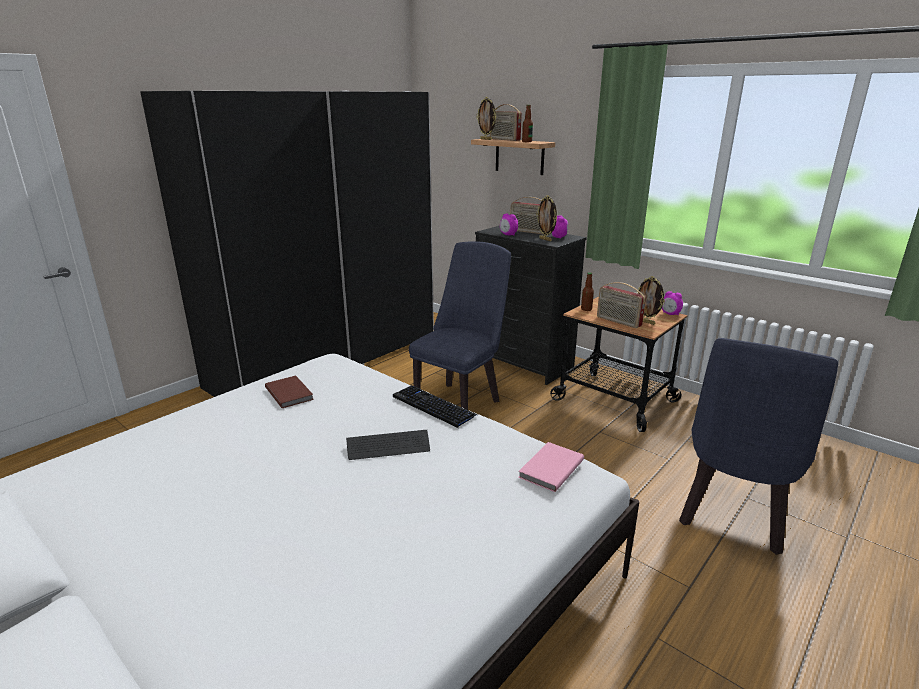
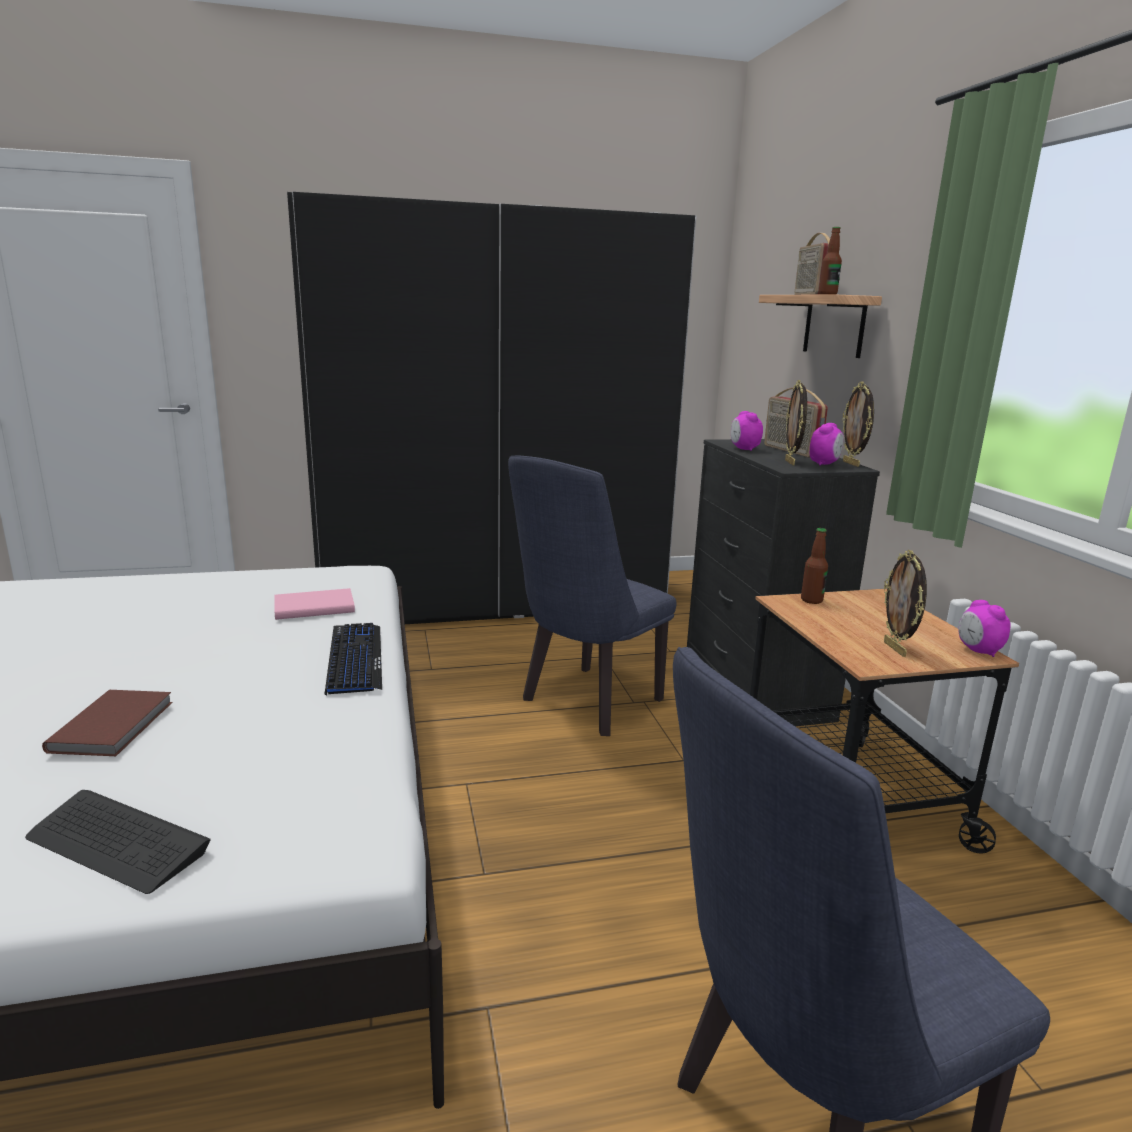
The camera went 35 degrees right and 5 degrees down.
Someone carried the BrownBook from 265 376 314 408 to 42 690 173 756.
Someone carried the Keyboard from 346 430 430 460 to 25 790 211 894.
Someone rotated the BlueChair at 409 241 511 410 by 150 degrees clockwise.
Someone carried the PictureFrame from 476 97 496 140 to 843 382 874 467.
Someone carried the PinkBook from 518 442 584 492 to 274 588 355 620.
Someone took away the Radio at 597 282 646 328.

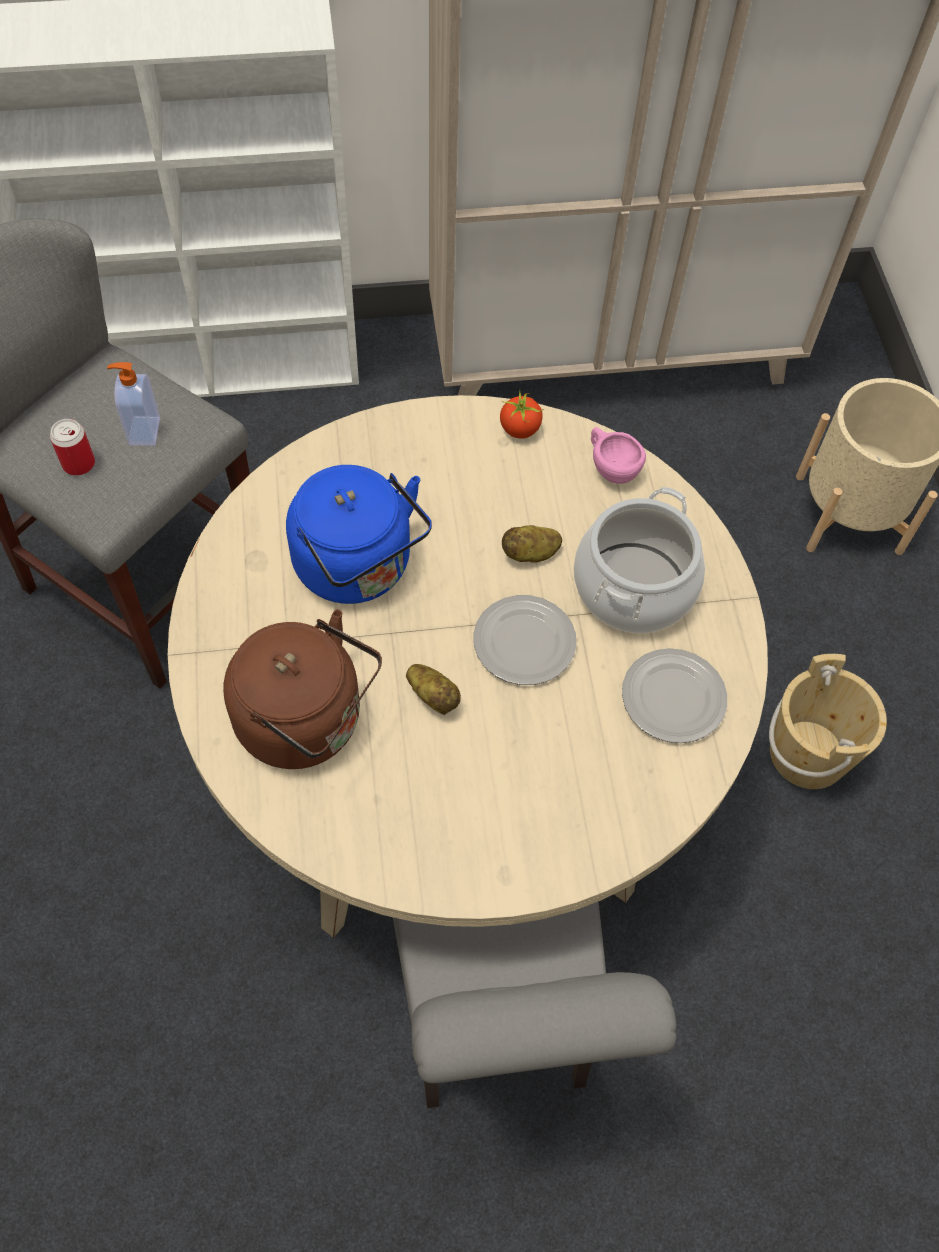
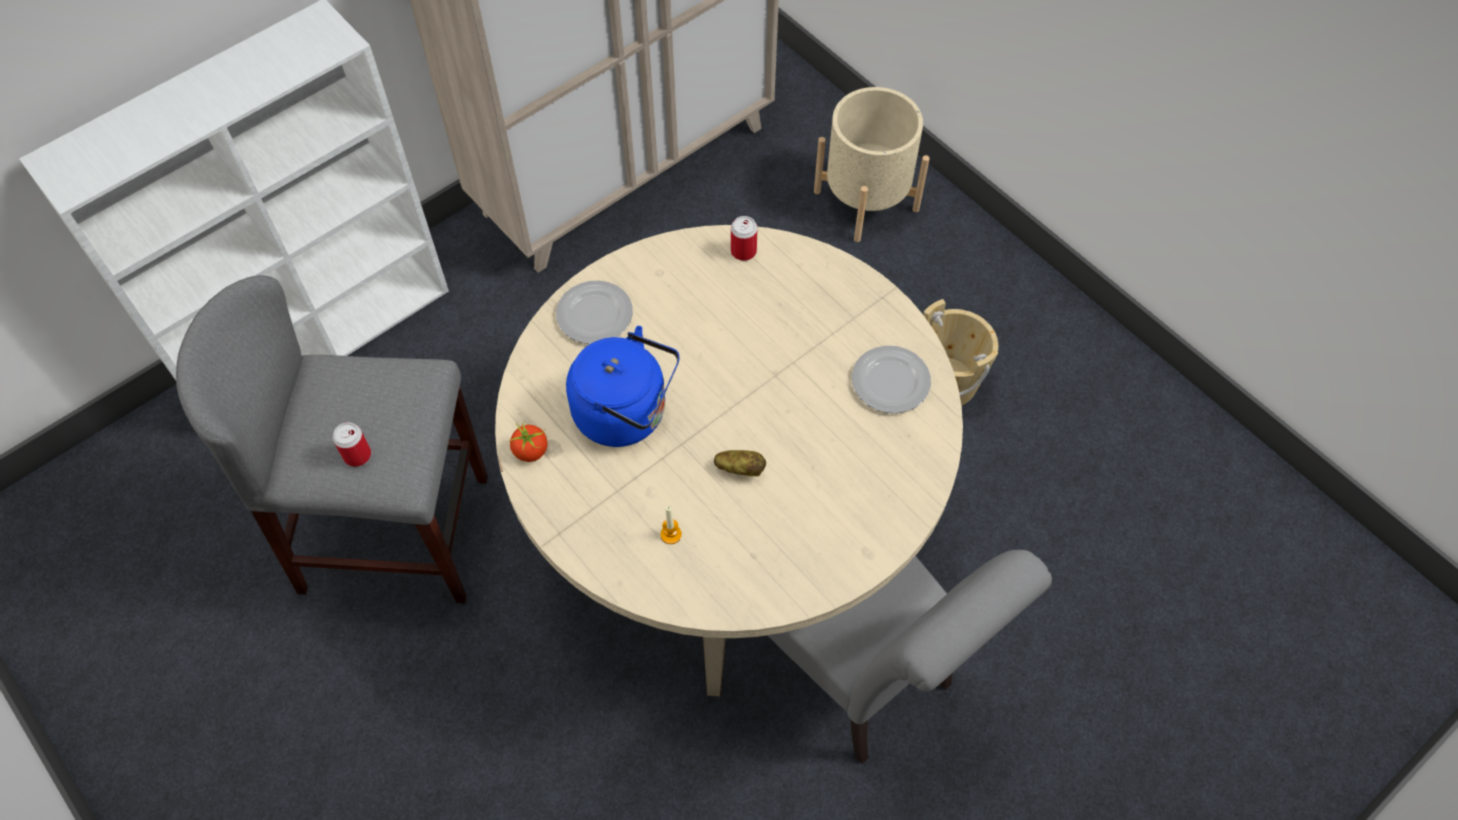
The camera went 30 degrees left and 0 degrees up.
Someone took away the SoapDispenser at 107 362 160 446.
Someone swapped the BrownKettle at 223 609 382 769 for the Candle at 661 506 682 544.
Someone carried the Plate from 473 595 577 685 to 556 280 633 344.
Someone carried the Tomato from 500 389 544 439 to 509 421 547 462.
Someone took away the Potato at 502 525 562 563.
Someone took away the CookingPot at 574 487 705 633.
Someone swapped the PinkCup at 591 427 646 484 for the Can at 731 216 758 261.

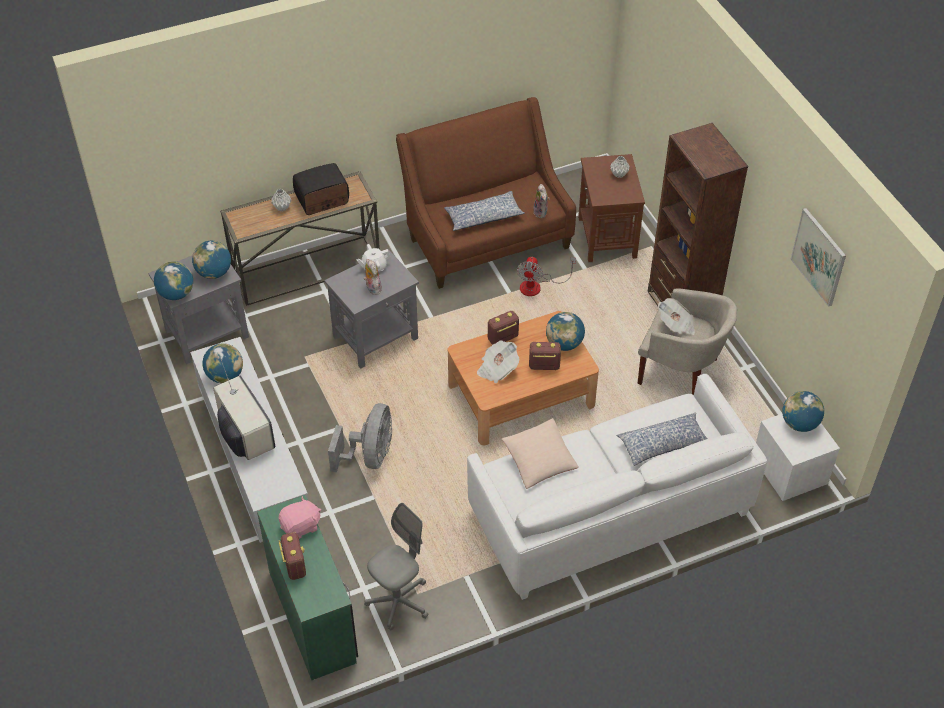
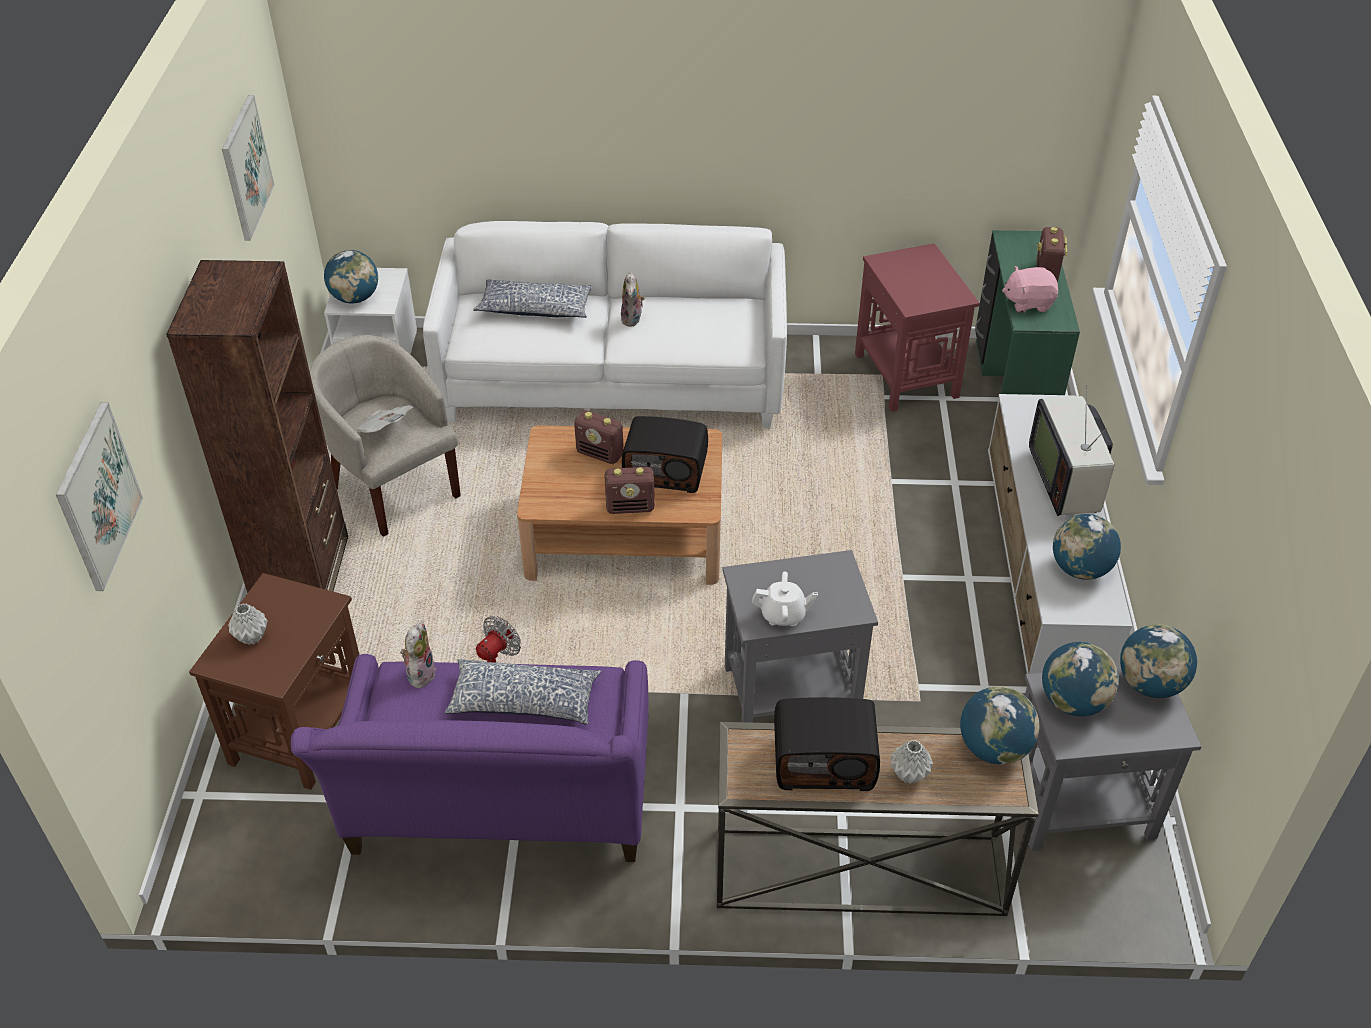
The camera went 155 degrees left and 5 degrees down.
Someone took away the GreyFan at 328 403 392 472.
Someone carried the PlushToy from 364 259 382 295 to 621 272 645 327.
Someone swapped the GreyOfficeChair at 364 503 429 630 for the RedSideTable at 855 243 980 412.
Someone repainted the BrownSofa at 396 97 576 289, which became the PurpleSofa at 291 654 649 862.
Someone swapped the Newspaper at 477 340 519 383 for the Radio at 622 416 708 493.
Someone took away the BeigePillow at 502 418 579 489.
Someone carried the Globe from 546 312 585 351 to 960 686 1039 765.
Someone put up the Picture at 56 402 143 591.

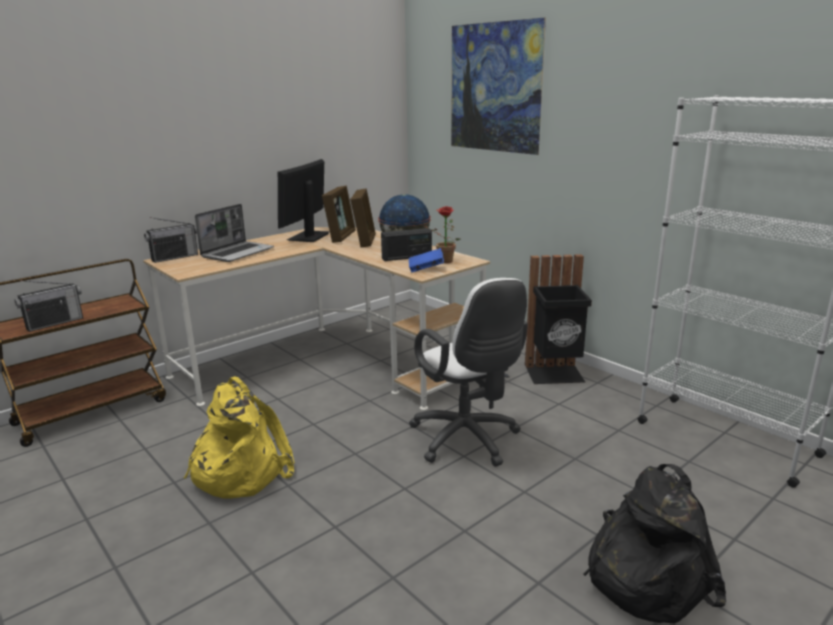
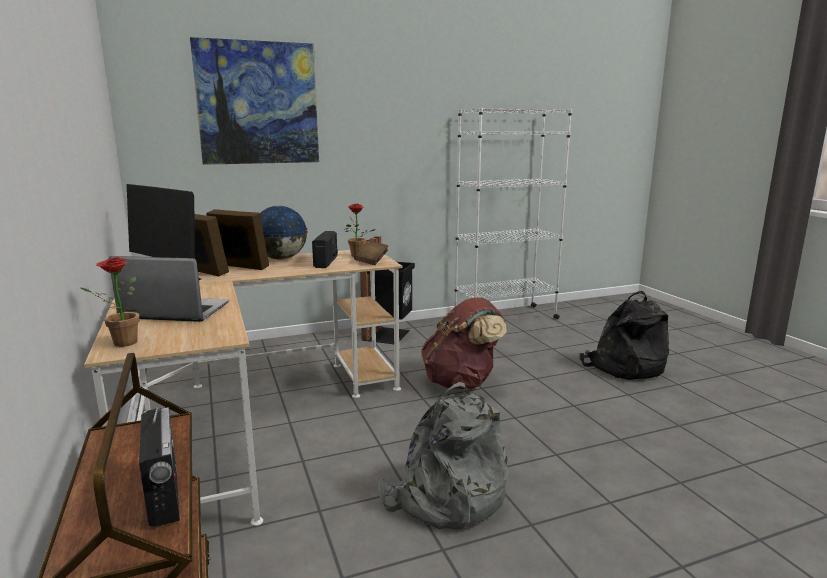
The camera went 70 degrees left and 5 degrees down.
Someone swapped the Radio at 144 217 198 263 for the PottedPlant at 79 257 139 347.
Someone repainted the YellowBackpack at 184 376 295 498, which became the GreyBackpack at 377 382 508 530.
Someone rotated the Laptop at 195 204 274 262 by 45 degrees counterclockwise.
Someone repainted the BlueBook at 409 248 444 272, which became the BrownBook at 354 241 389 265.
Someone swapped the WhiteOfficeChair at 409 278 528 467 for the BrownBackpack at 421 297 507 390.

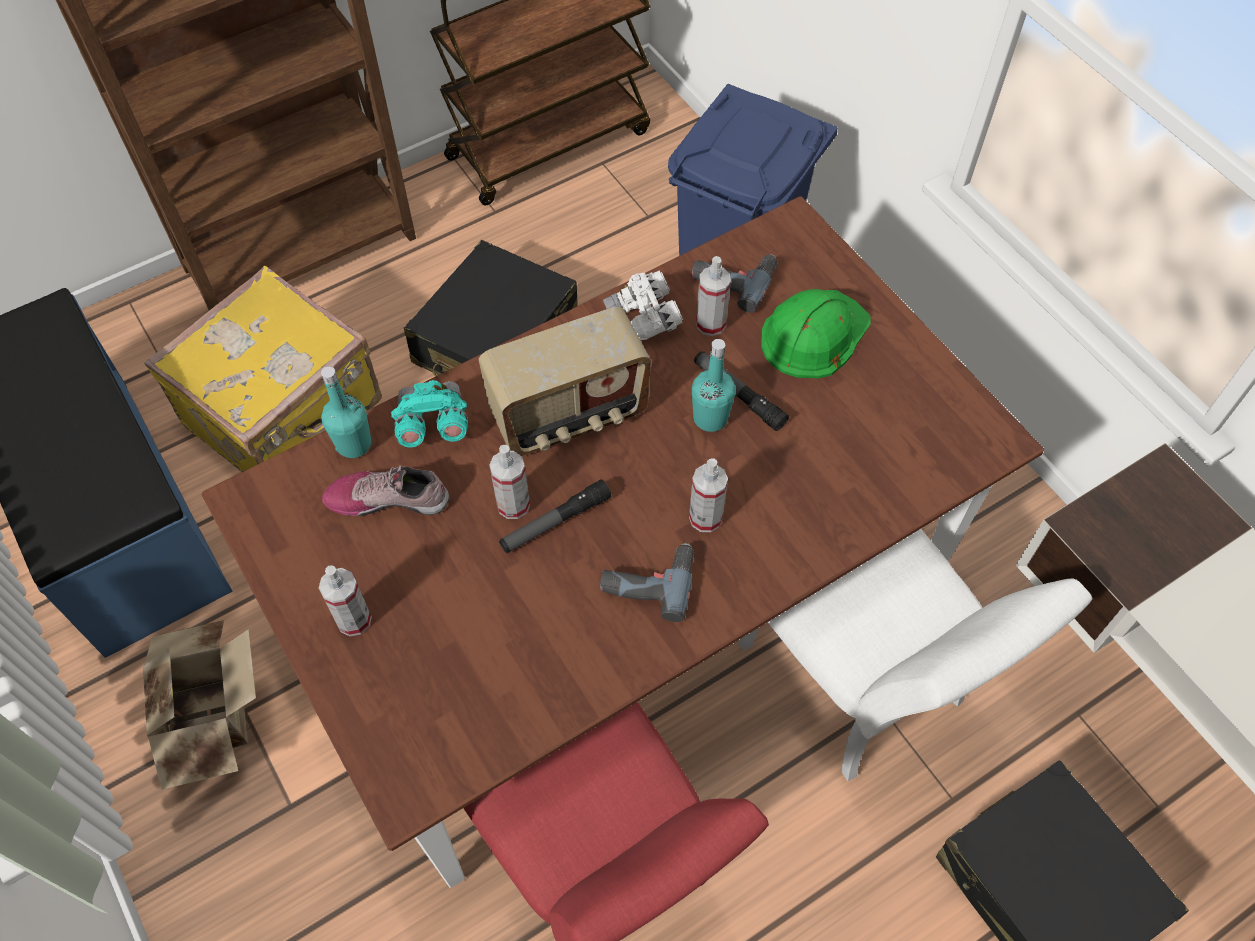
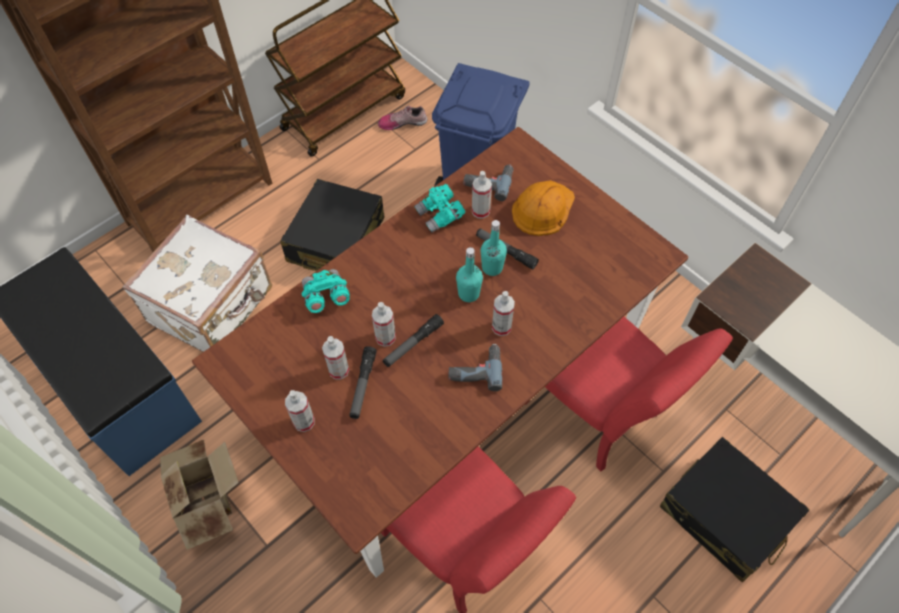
The camera went 10 degrees left and 0 degrees up.
Someone repainted the YellowSuitcase at 144 266 382 472, which became the WhiteSuitcase at 123 215 272 352.
Someone carried the TurquoiseBottle from 321 366 371 458 to 456 247 483 302.
Someone carried the Shoe from 322 465 449 516 to 378 105 428 130.
Someone took away the Radio at 478 307 651 456.
Someone repainted the WhiteBinoculars at 603 271 683 340, which became the TurquoiseBinoculars at 414 184 465 233.
Someone repainted the WhiteChair at 738 529 1092 781, which became the RedChair at 525 317 733 471.
Someone repainted the GreenHardHat at 761 289 871 378, which became the OrangeHardHat at 512 180 575 236.
Someone put down the SprayBottle at 322 336 349 380.
Someone put down the Flashlight at 349 346 377 419.

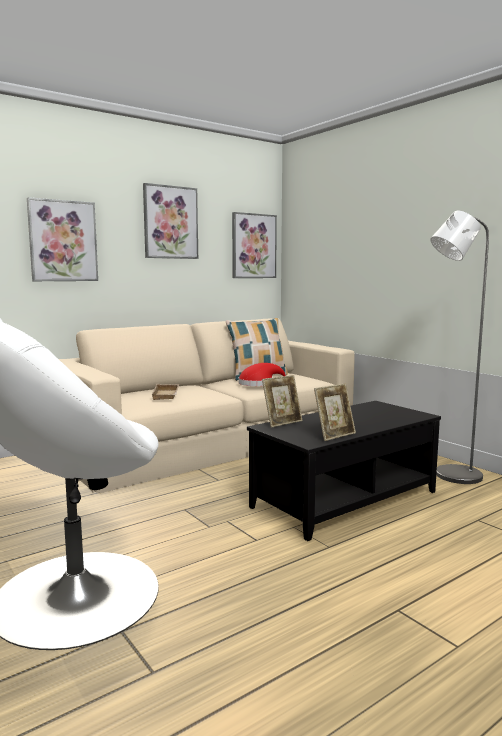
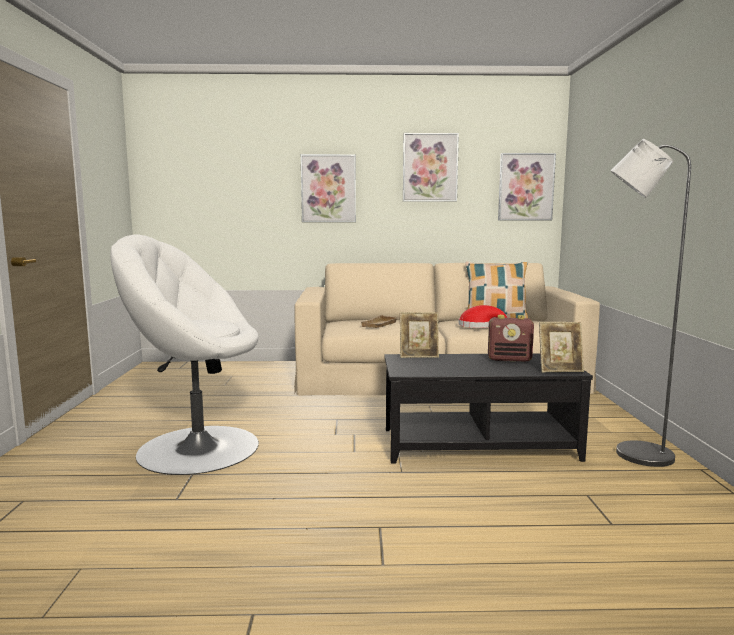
The camera went 35 degrees right and 0 degrees up.
Someone carried the PictureFrame from 314 383 356 441 to 539 322 584 372.
Someone put down the Radio at 488 315 534 362.

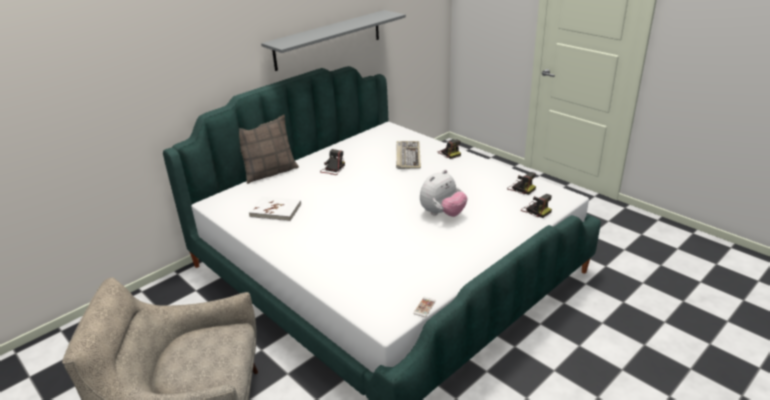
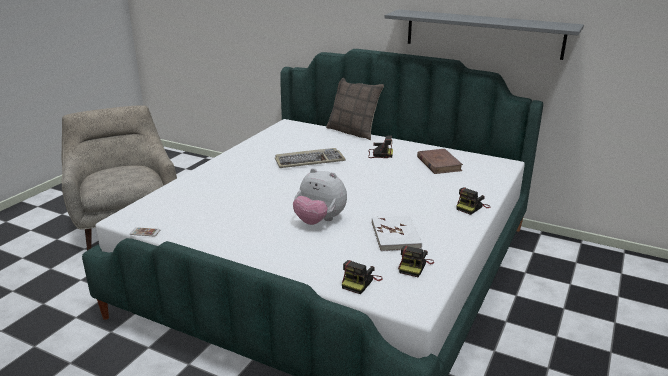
The camera went 70 degrees right and 5 degrees down.
Someone carried the WhiteBook from 249 196 301 221 to 372 215 422 251.
Someone carried the Keyboard from 396 141 421 169 to 275 148 346 168.
Someone put down the BrownBook at 417 149 463 174.

